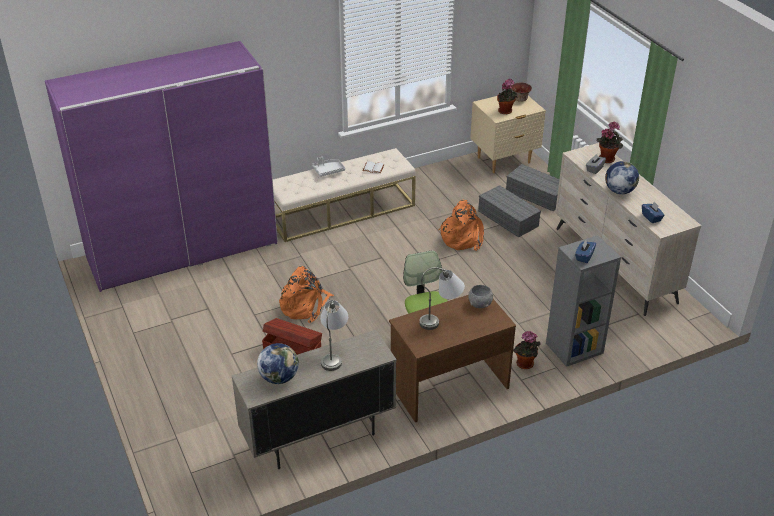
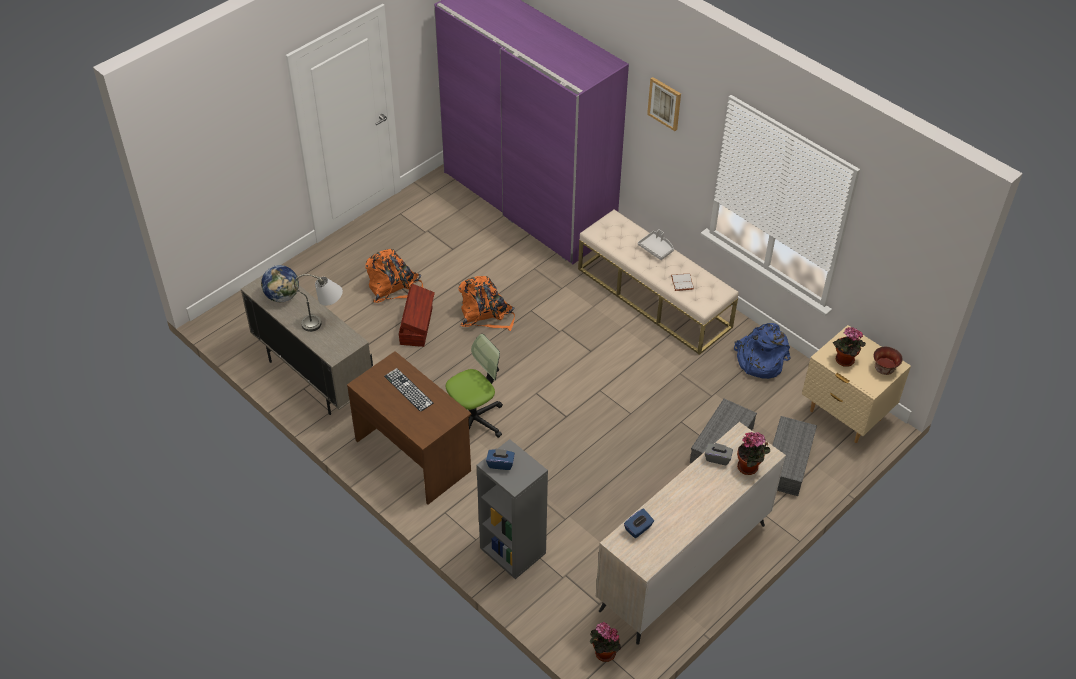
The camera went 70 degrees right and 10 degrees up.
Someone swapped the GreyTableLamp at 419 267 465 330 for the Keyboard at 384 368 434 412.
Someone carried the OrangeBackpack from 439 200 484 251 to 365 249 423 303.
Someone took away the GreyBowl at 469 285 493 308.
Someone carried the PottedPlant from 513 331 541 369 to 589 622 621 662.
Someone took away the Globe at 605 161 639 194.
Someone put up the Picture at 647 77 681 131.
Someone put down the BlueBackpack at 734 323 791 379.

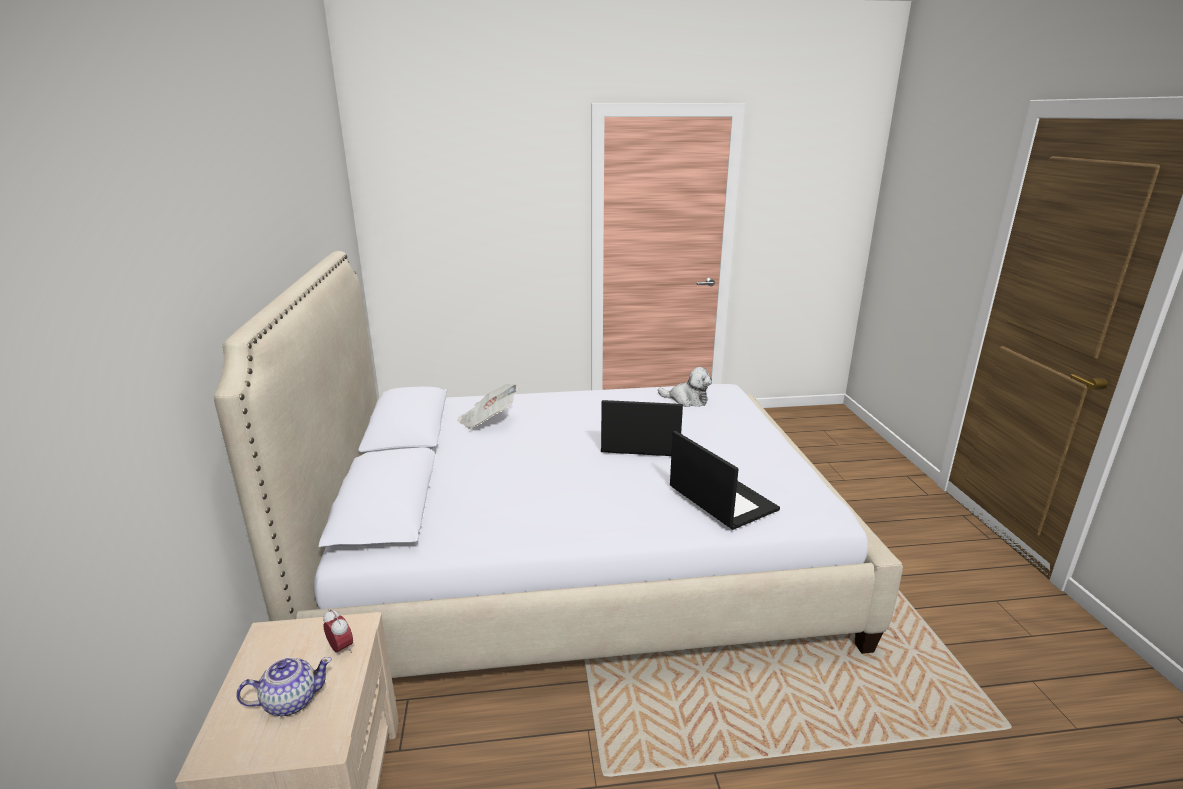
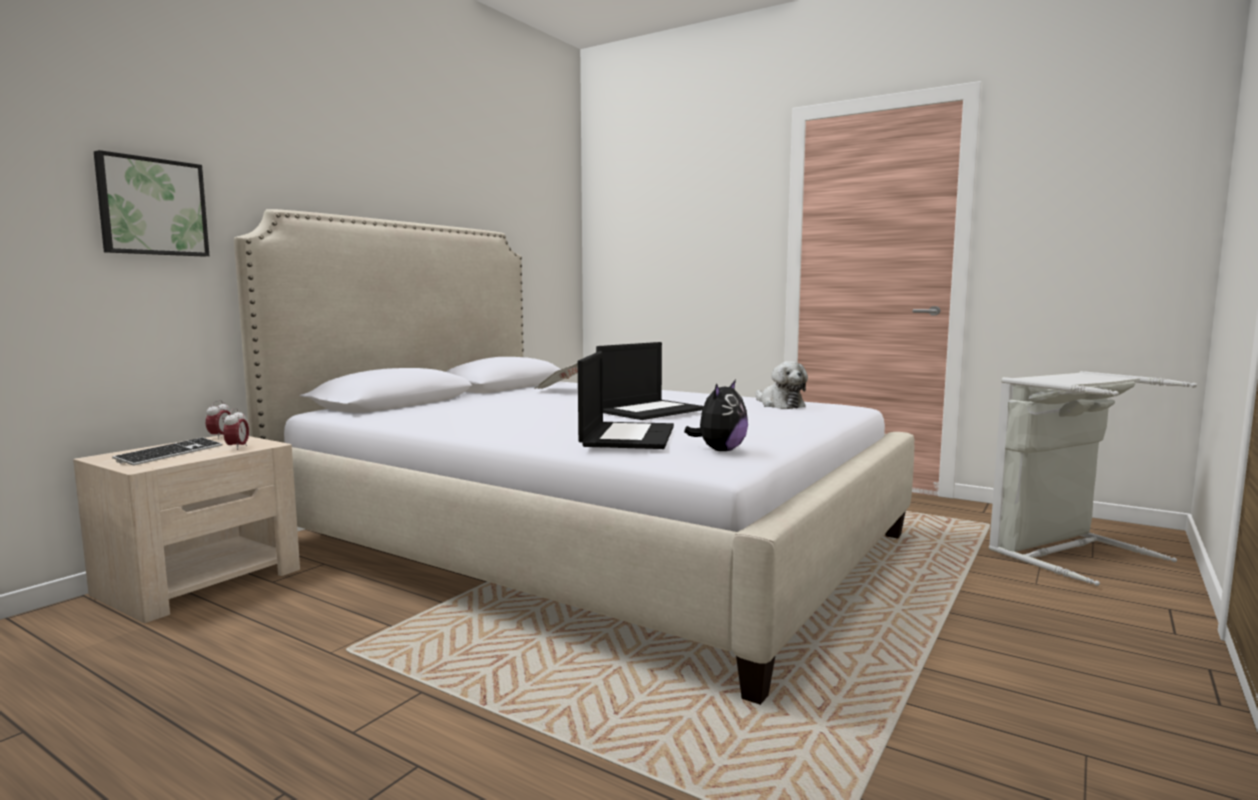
The camera went 40 degrees right and 15 degrees down.
Someone swapped the Teapot at 236 657 332 716 for the Keyboard at 112 438 222 466.
Someone rotated the Laptop at 601 400 683 456 by 90 degrees clockwise.
Someone put up the Picture at 94 150 209 257.
Someone put down the AlarmClock at 206 400 232 439.
Someone put down the PlushToy at 684 380 748 451.
Someone put down the GreyLaundryBasket at 989 371 1197 586.

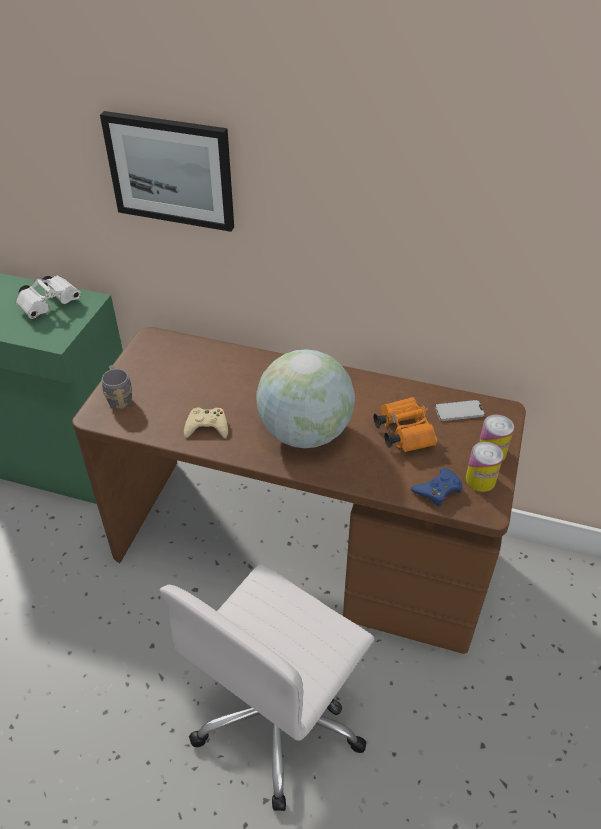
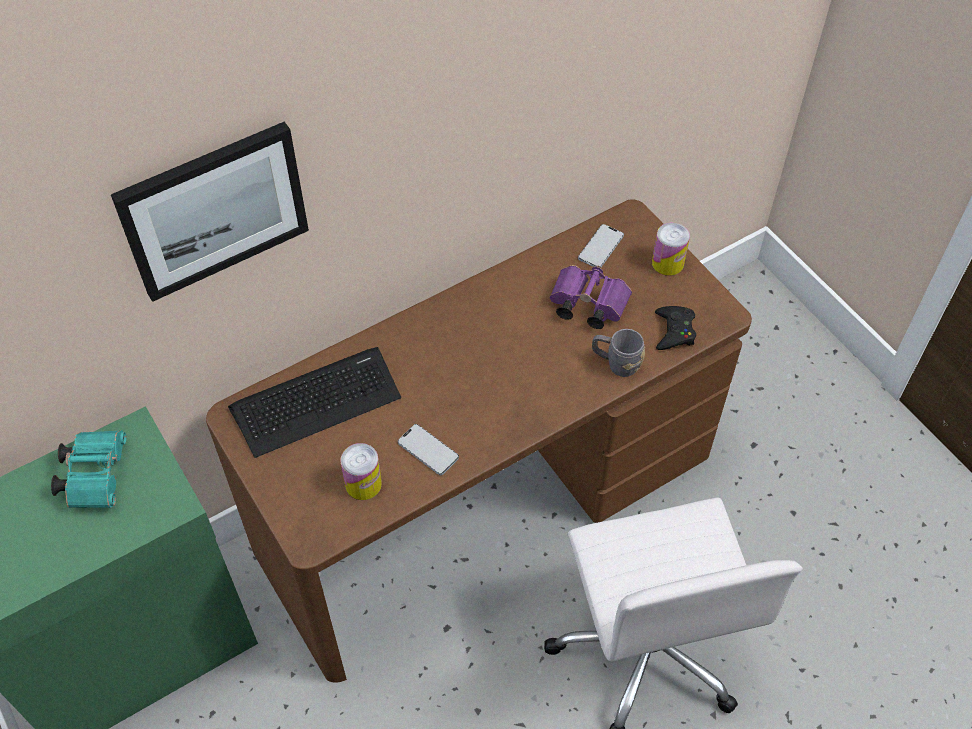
The camera went 50 degrees left and 10 degrees up.
Someone repainted the WhiteBinoculars at 16 276 81 319, which became the TurquoiseBinoculars at 51 430 126 508.
Someone carried the GreyMug from 102 365 132 409 to 592 329 645 377.
Someone swapped the BeigeGameController at 184 408 228 438 for the Phone at 398 424 459 475.
Someone took away the Globe at 256 349 355 448.
Someone repainted the OrangeBinoculars at 373 397 437 452, which became the PurpleBinoculars at 550 265 632 329.
Someone repainted the BlueGameController at 411 468 463 507, which became the BlackGameController at 655 306 696 350.
Someone carried the Can from 465 442 503 492 to 341 443 382 500.
Someone put down the Keyboard at 228 347 401 458.

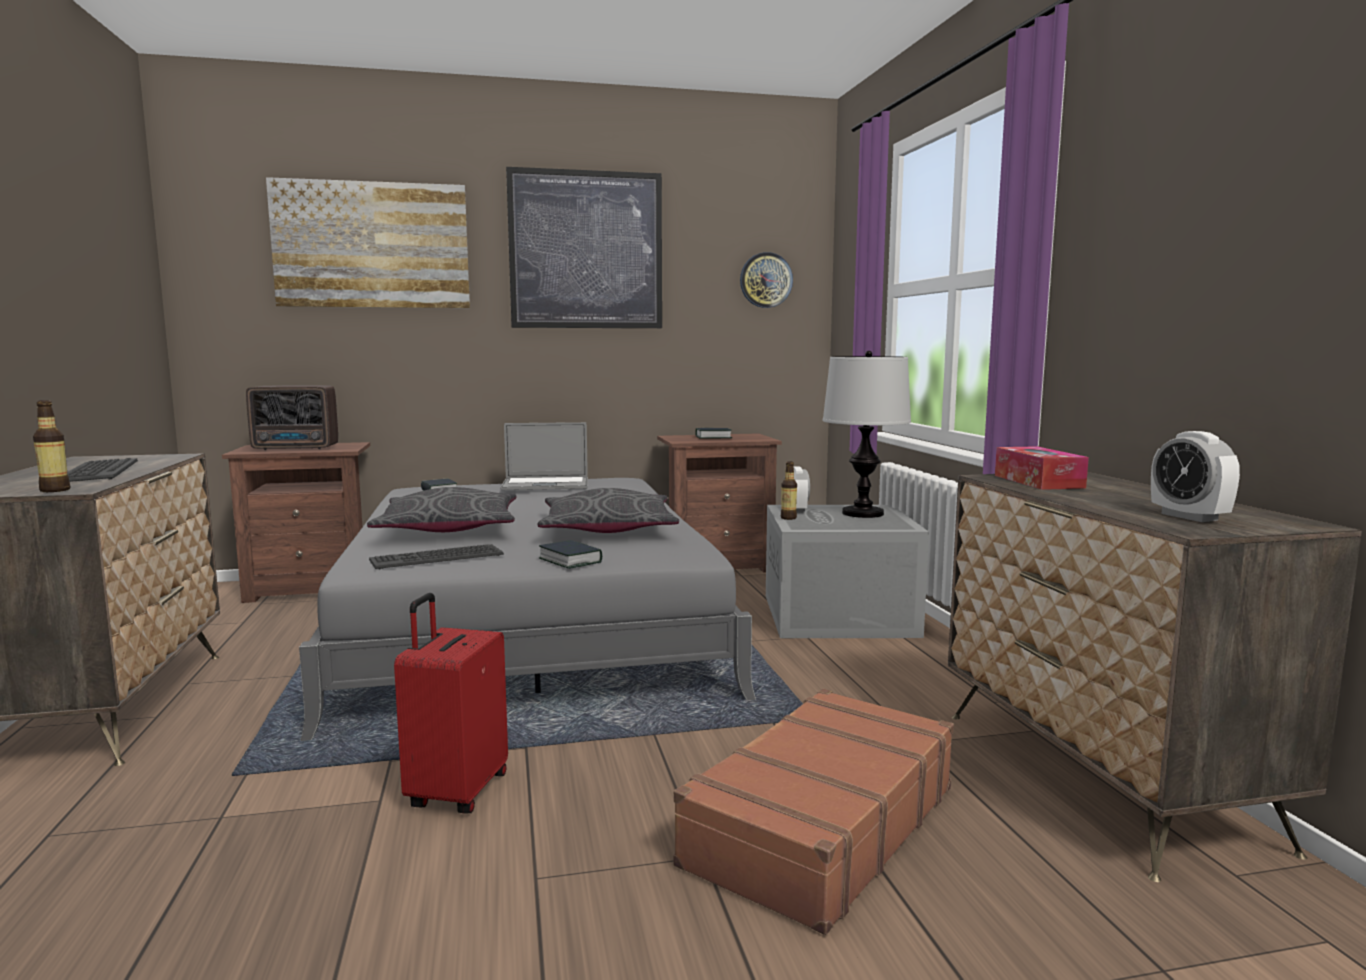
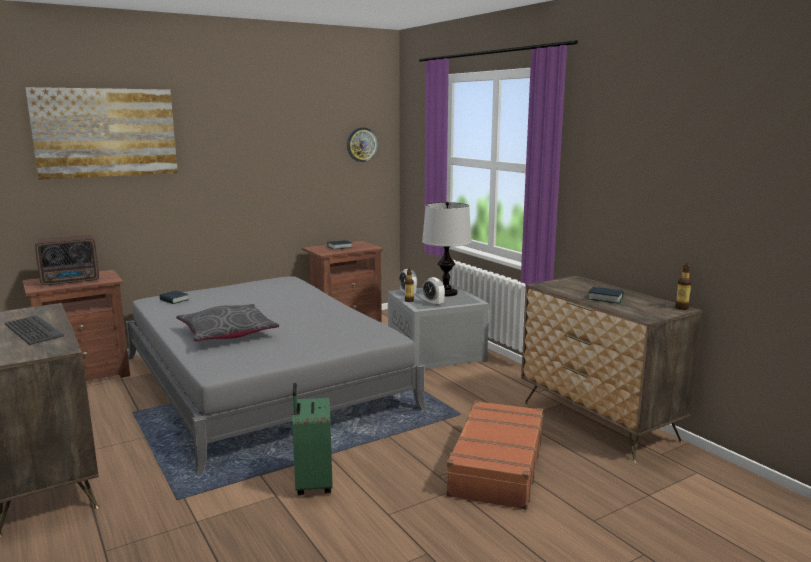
The camera went 20 degrees left and 5 degrees up.
Someone carried the Bottle from 33 400 70 492 to 675 264 692 310.
Someone took away the Keyboard at 369 544 504 570.
Someone repainted the RedSuitcase at 394 593 508 814, which became the GreenSuitcase at 292 383 333 496.
Someone took away the Laptop at 500 422 588 490.
Someone took away the Picture at 506 167 662 328.
Someone took away the GreyPillow at 537 488 679 533.
Someone carried the Book from 539 540 602 569 to 588 287 624 304.
Someone took away the TissueBox at 995 446 1089 490.
Someone carried the AlarmClock from 1151 431 1240 522 to 423 277 445 306.

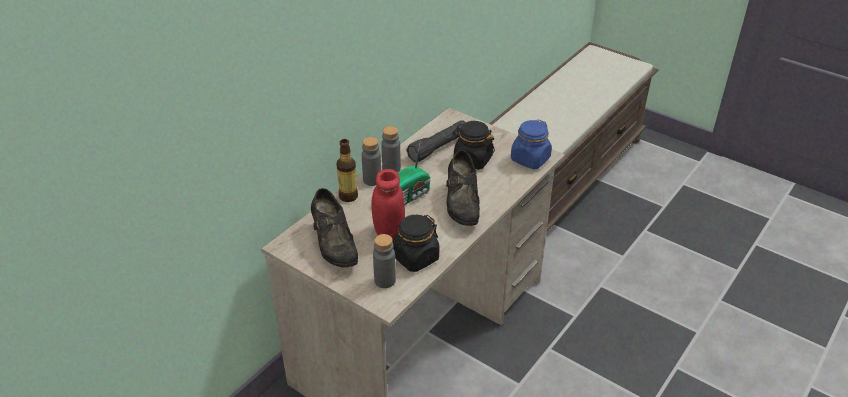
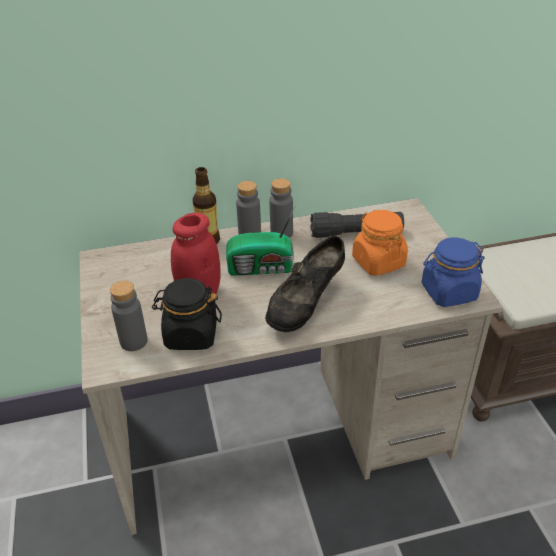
The camera went 40 degrees right and 0 degrees up.
Someone took away the BlackShoe at 311 188 358 267.
Someone repainted the BlackJar at 452 121 495 170, which became the OrangeJar at 352 210 408 276.

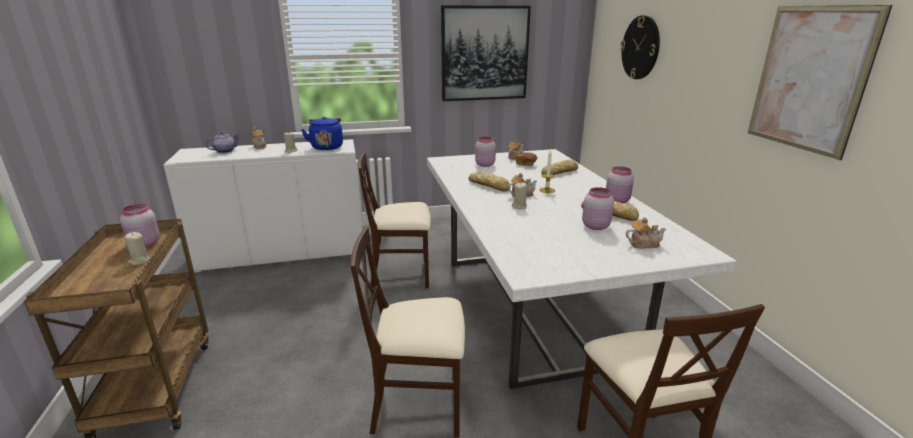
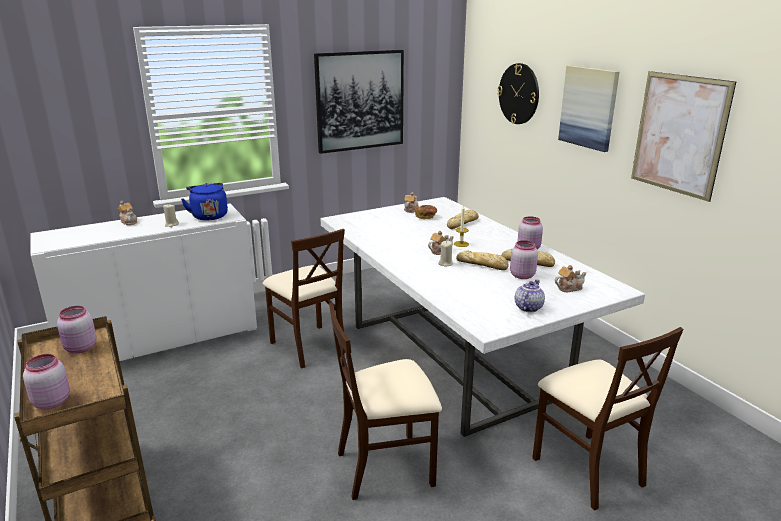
The camera went 15 degrees left and 0 degrees up.
Someone took away the BeigeCandle at 124 232 150 265.
Someone carried the Teapot from 206 132 240 153 to 515 279 545 312.
Someone rotated the BeigeChair at 358 153 431 289 by 105 degrees counterclockwise.
Someone carried the Bread from 469 172 510 191 to 456 250 509 270.
Someone carried the PinkJar from 475 137 496 167 to 23 354 70 410.
Someone put up the Picture at 558 65 619 152.

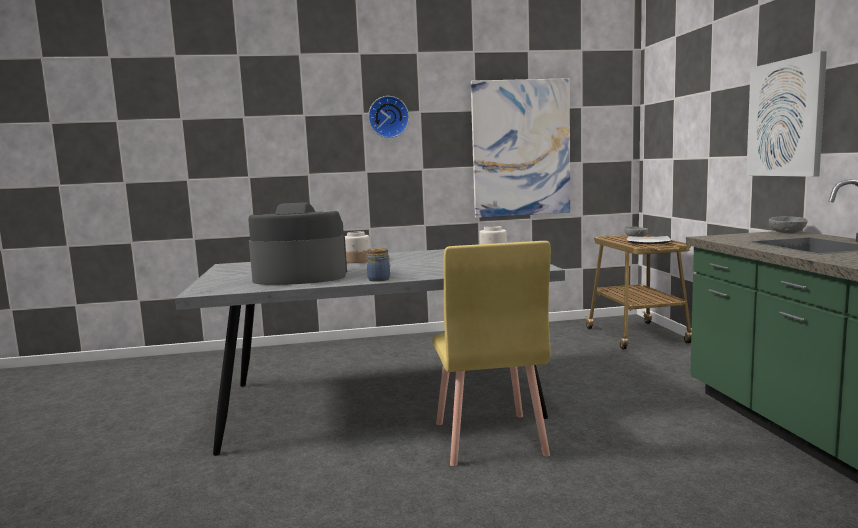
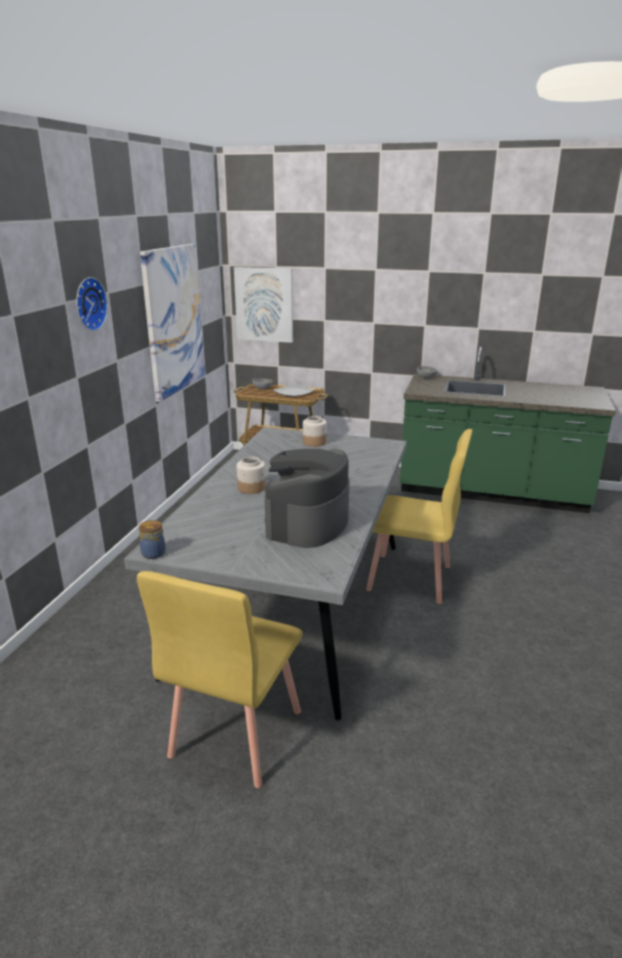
The camera went 65 degrees left and 15 degrees up.
Someone carried the Jar from 367 248 390 282 to 139 520 166 559.
Someone carried the Picture from 746 51 827 177 to 234 267 293 343.
Someone put down the YellowChair at 137 571 303 788.

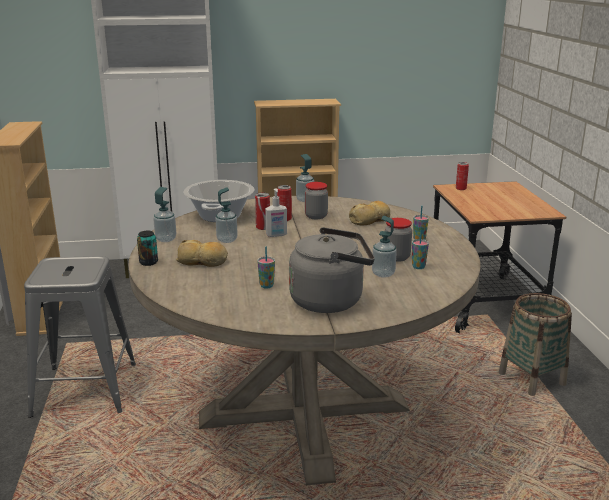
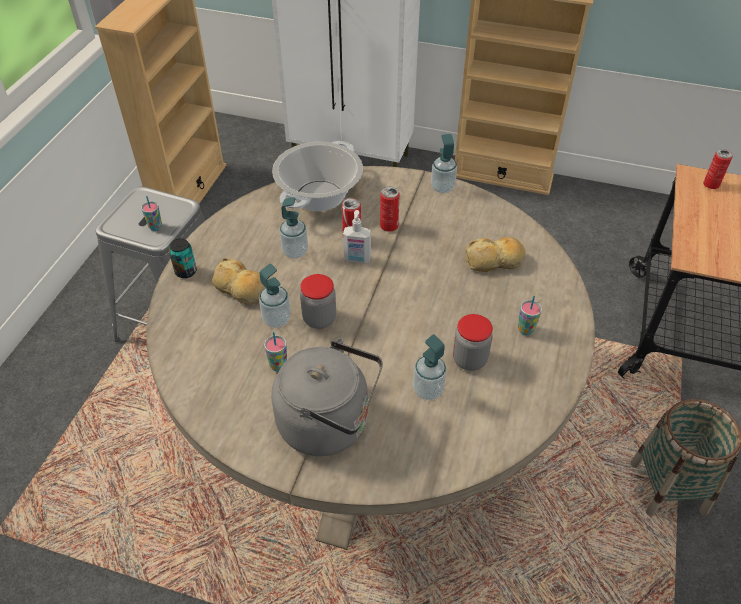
The camera went 25 degrees right and 25 degrees up.
Someone carried the SoapDispenser from 153 187 176 242 to 259 263 291 328.
Someone carried the Jar from 305 182 328 219 to 300 274 336 329.
Someone carried the Cup from 412 229 429 269 to 141 196 162 231.

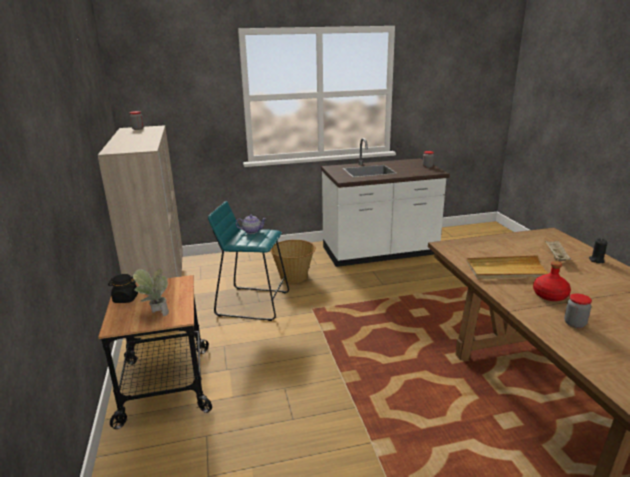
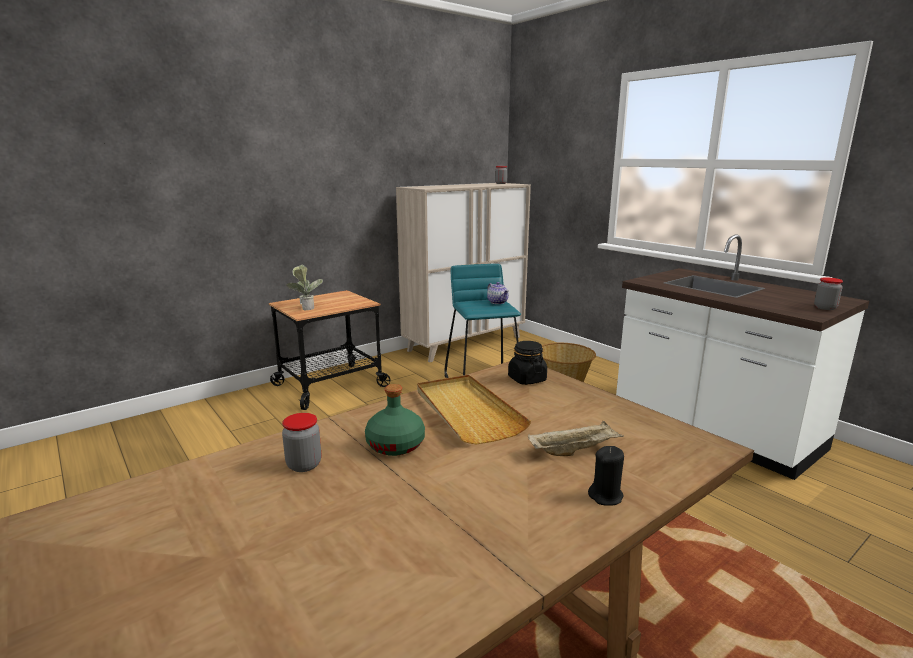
The camera went 65 degrees right and 5 degrees down.
Someone carried the BlackJar from 108 274 138 303 to 508 341 547 385.
Someone repainted the RedBottle at 533 261 571 301, which became the GreenBottle at 365 384 425 456.

